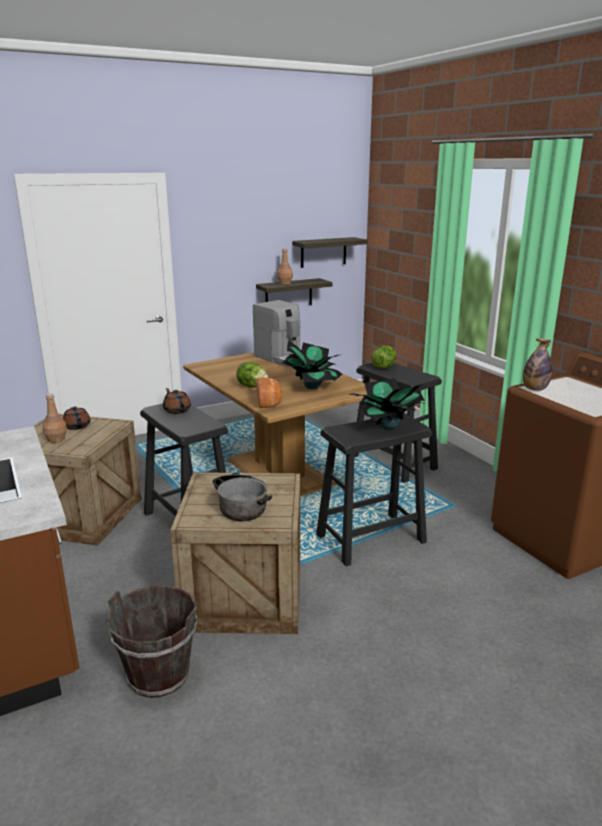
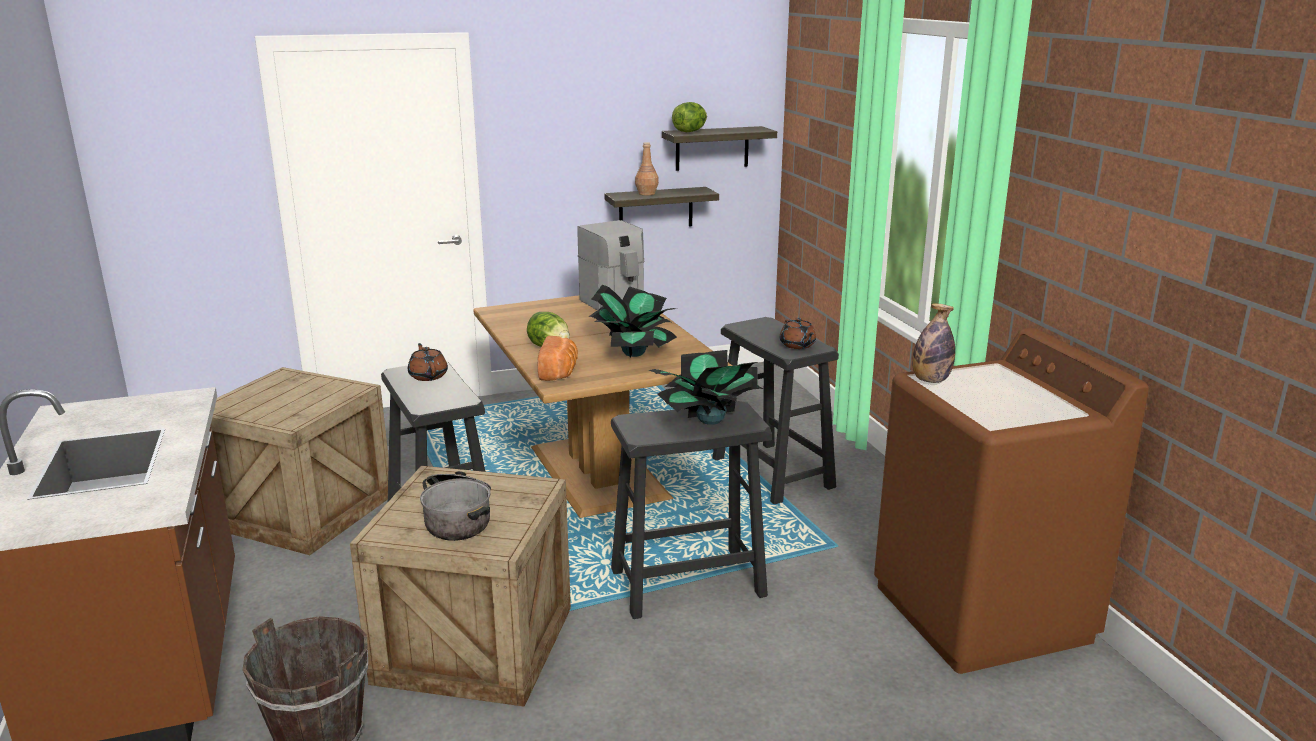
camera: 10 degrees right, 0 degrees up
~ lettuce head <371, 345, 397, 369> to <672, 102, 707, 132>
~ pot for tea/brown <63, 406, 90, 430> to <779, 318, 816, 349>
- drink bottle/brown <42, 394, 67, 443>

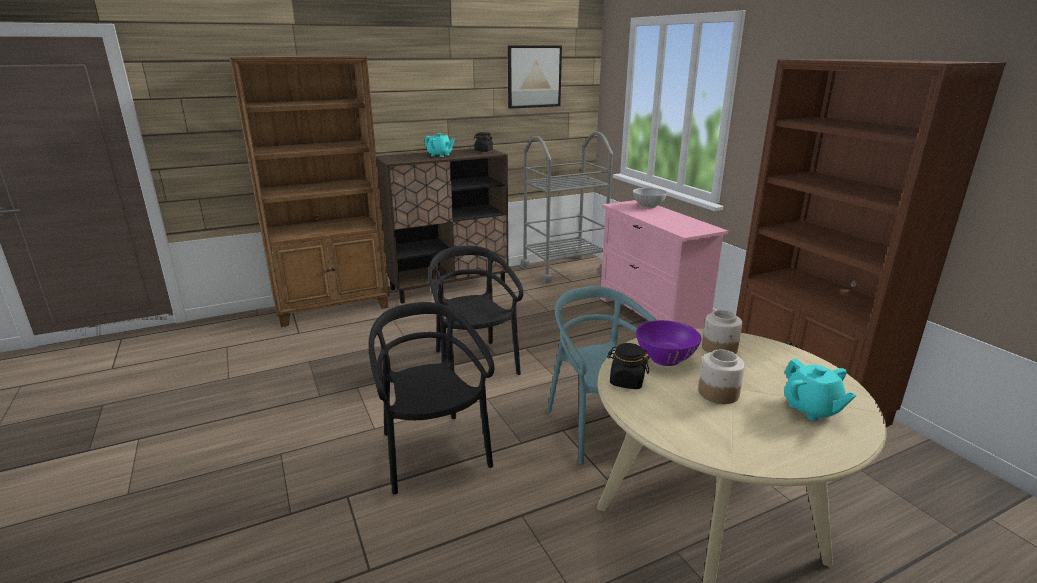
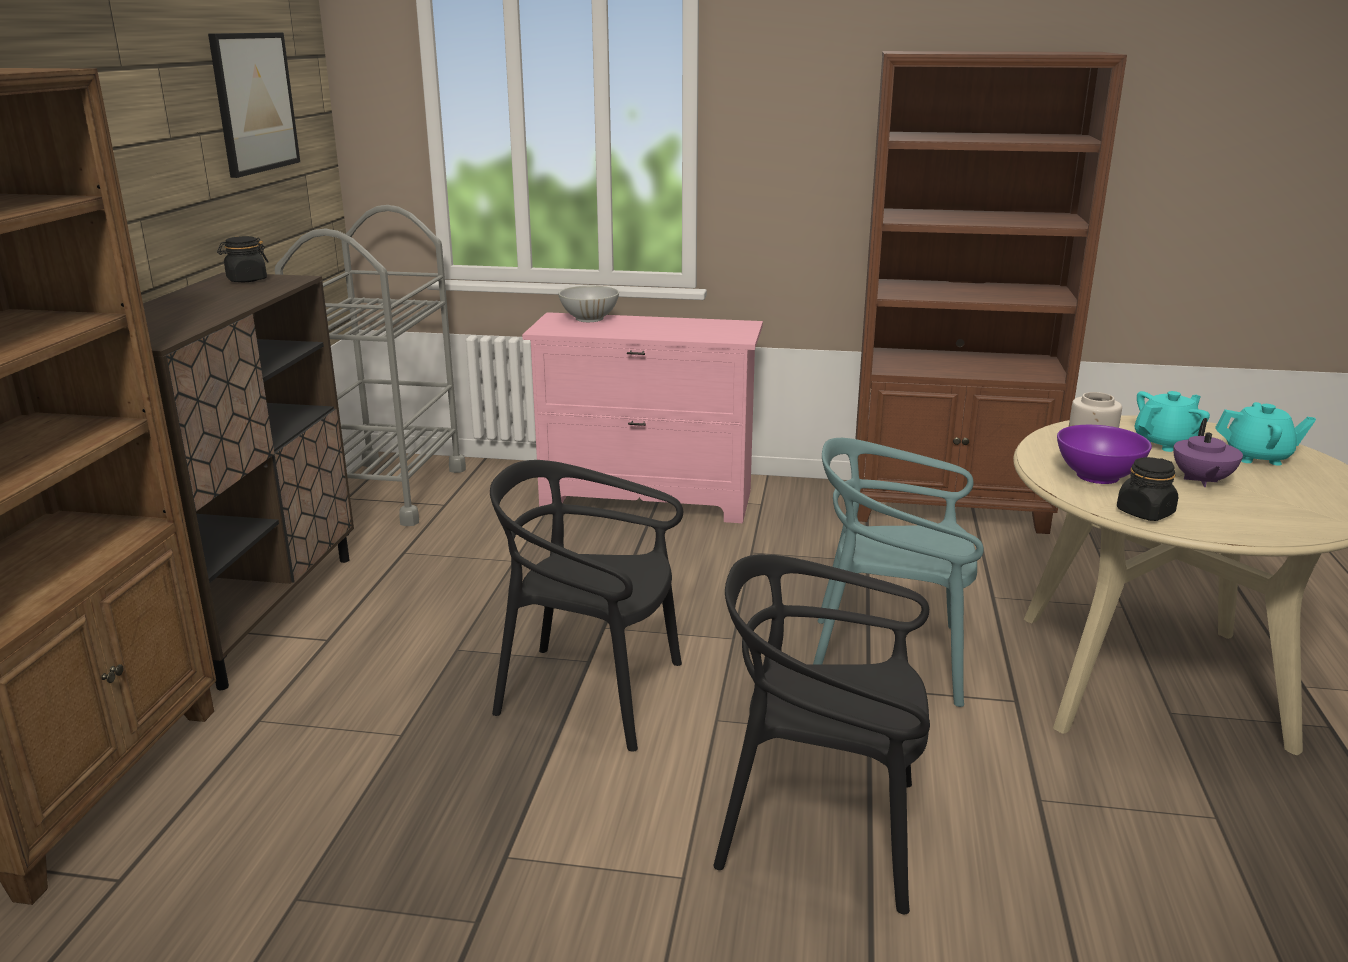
camera: 55 degrees left, 0 degrees up
~ pot for tea/turquoise <424, 133, 455, 157> to <1135, 391, 1210, 452>
~ storage jar <698, 350, 745, 404> to pot for tea/purple <1174, 418, 1243, 487>

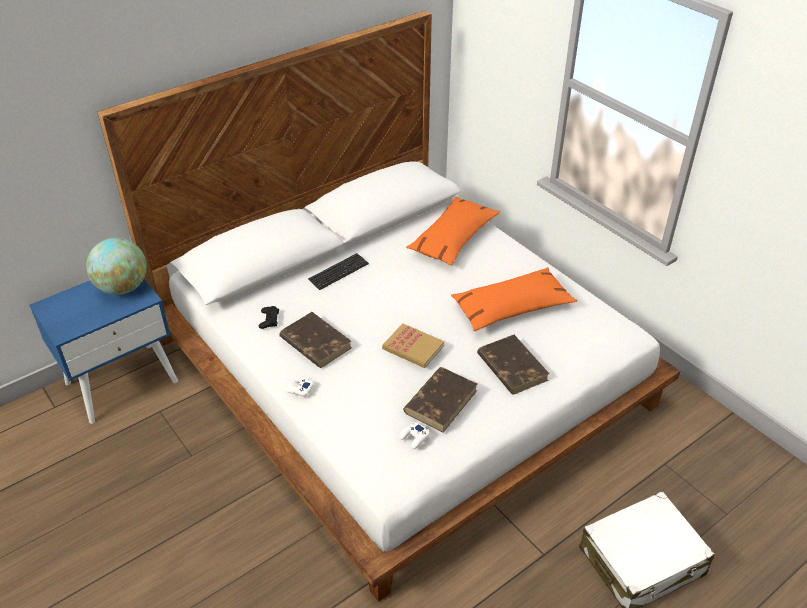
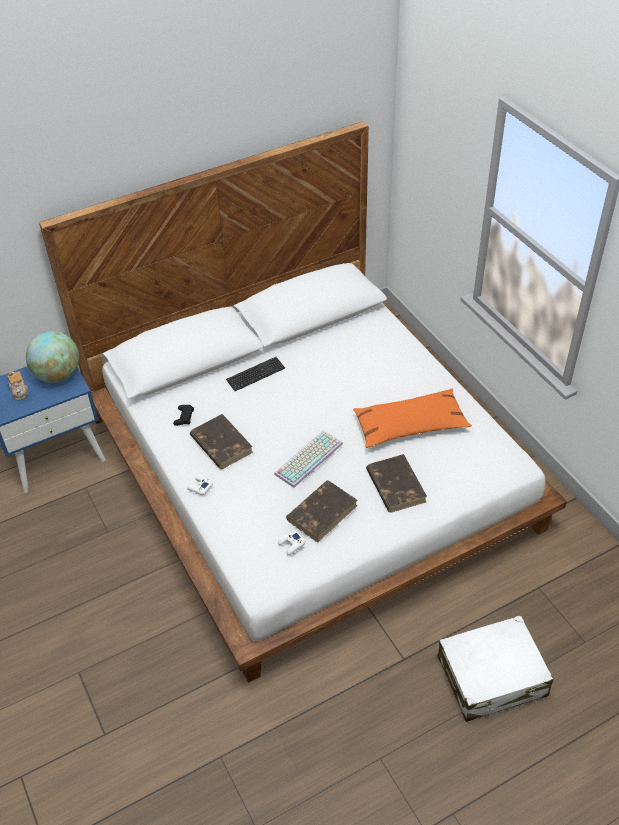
camera: 10 degrees right, 5 degrees up
+ pot for tea <7, 371, 28, 400>
~ bound book <382, 323, 444, 368> to computer keyboard <274, 430, 343, 488>
- cushion/orangey <406, 197, 500, 266>

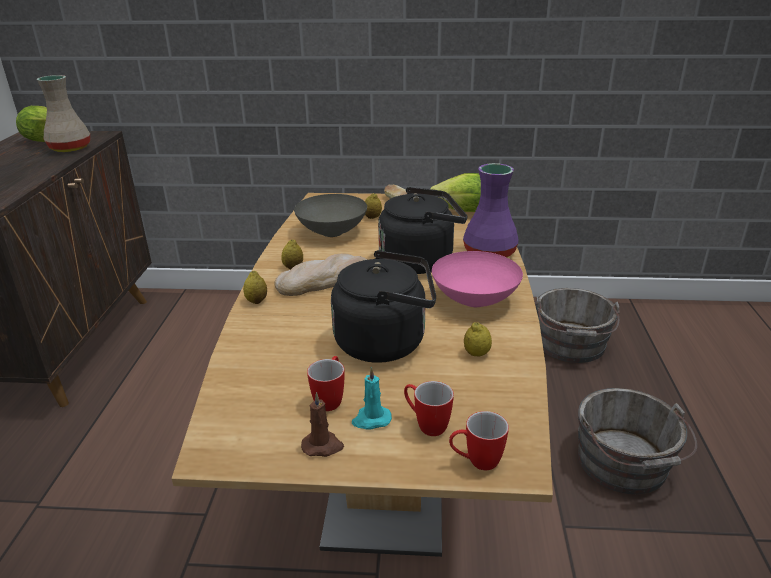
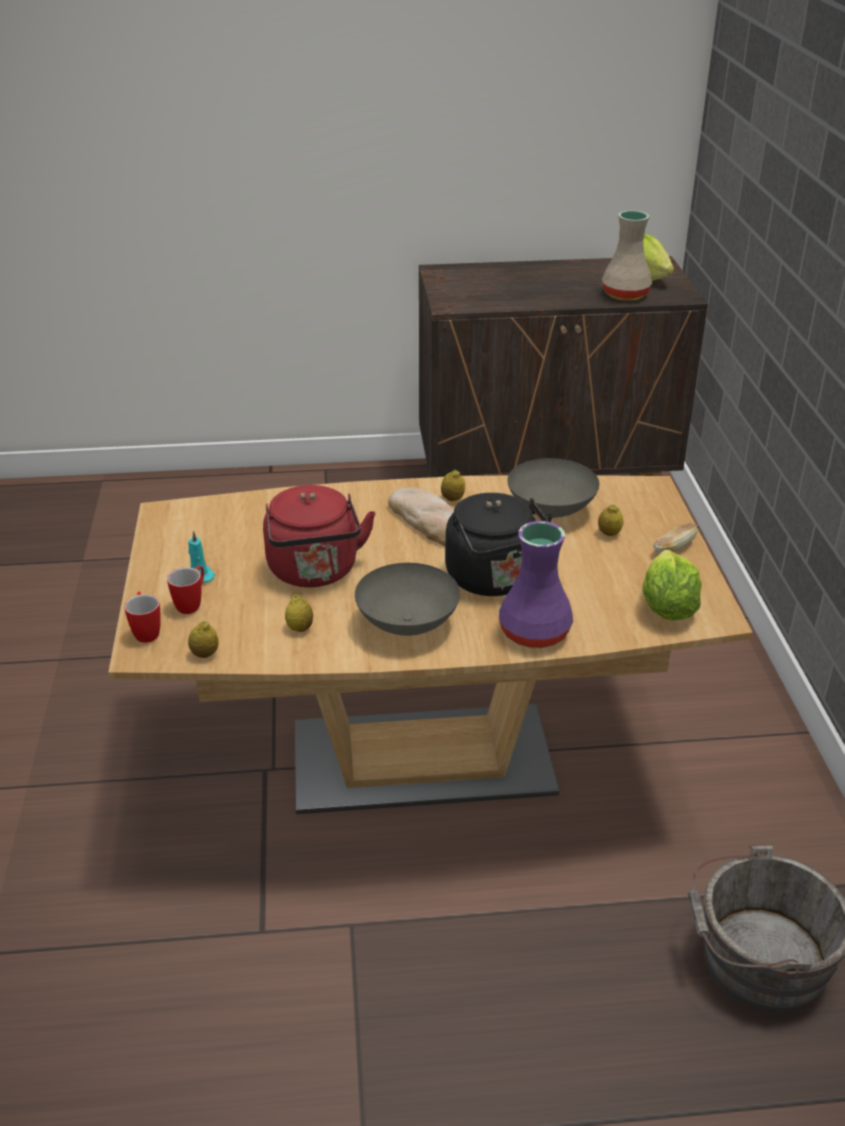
camera: 80 degrees right, 5 degrees up
~ whole lemon <243, 271, 267, 304> to <188, 621, 219, 658>
~ water kettle/black <331, 250, 436, 363> to water kettle/reddish <263, 485, 376, 587>
~ bowl/pink-coloured <432, 251, 523, 307> to bowl/grey <355, 563, 460, 636>
- wax light/brown <301, 392, 344, 457>
- mug <307, 356, 345, 411>
- pail/grey <578, 388, 697, 494>

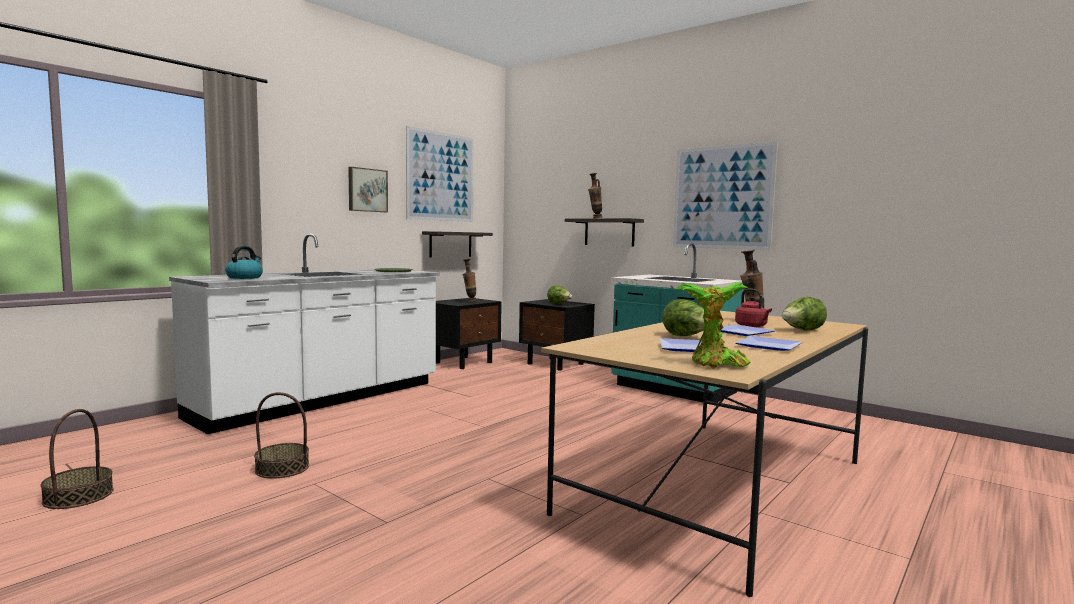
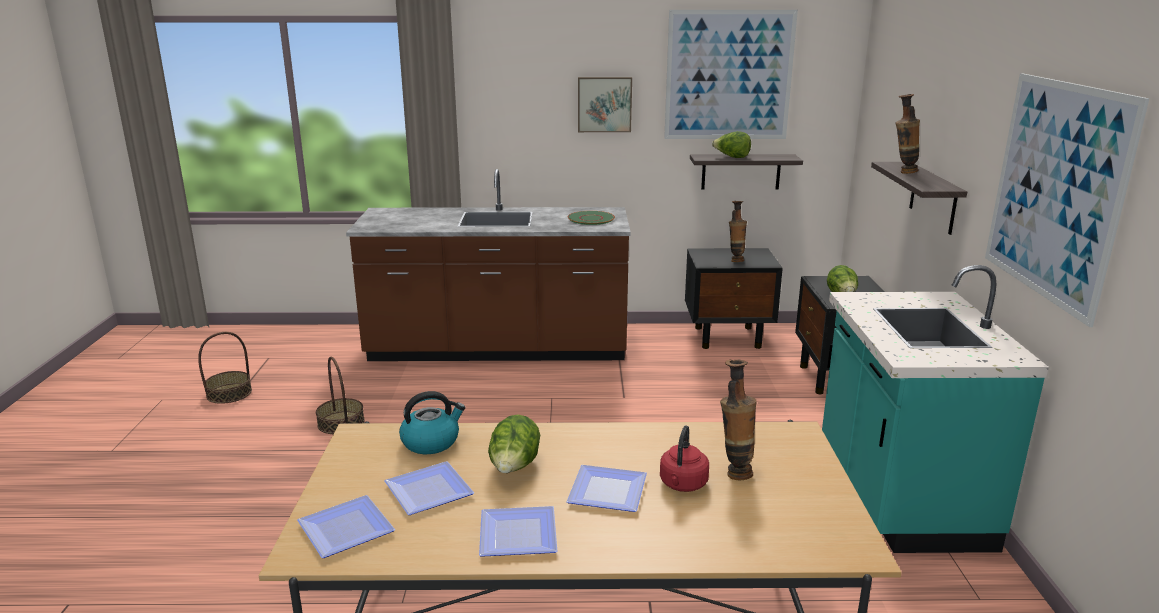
camera: 50 degrees right, 15 degrees up
~ plant in a pot <675, 283, 750, 369> to plate <297, 495, 395, 558>
~ kitchen counter/whitish <169, 233, 440, 434> to kitchen counter/brown <346, 169, 631, 361>
~ water kettle <225, 246, 263, 279> to <399, 391, 465, 454>
~ lettuce head <782, 297, 827, 331> to <712, 131, 751, 158>

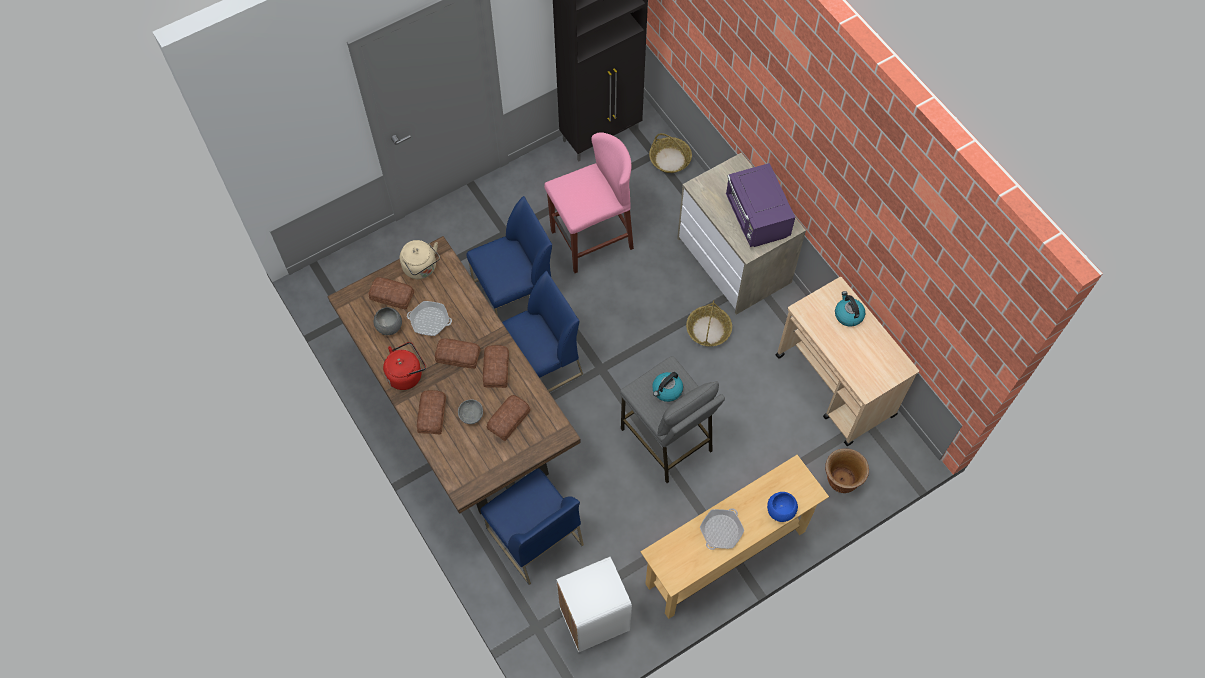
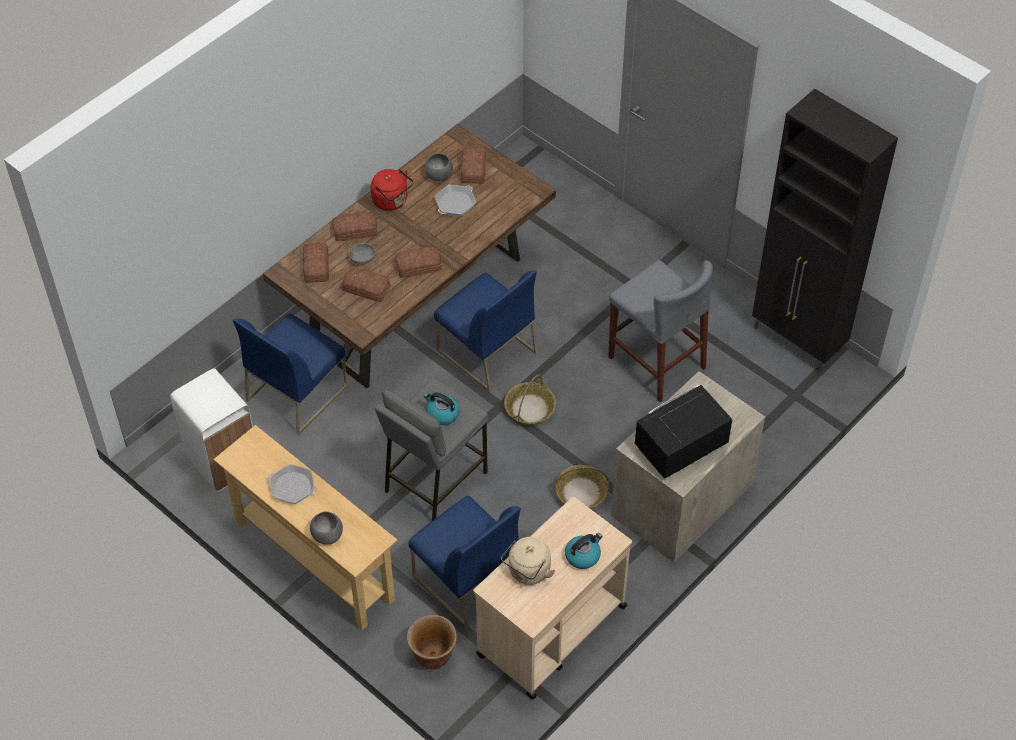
camera: 75 degrees right, 10 degrees down
~ baked bread <435, 338, 481, 369> to <303, 243, 329, 283>
~ bowl/bluish <767, 492, 798, 522> to bowl/grey <310, 511, 343, 545>
~ chair/bluish <467, 196, 552, 316> to <409, 496, 521, 628>
~ frying pan <407, 301, 452, 336> = <435, 185, 476, 216> 135 degrees counterclockwise
~ water kettle/beige-coloured <400, 240, 440, 279> to <501, 537, 555, 585>
~ household basket <649, 133, 692, 173> to <504, 374, 556, 425>
~ sitting stool/pink-coloured <544, 132, 634, 273> to sitting stool/grey <608, 260, 713, 402>
~ microwave/purple <726, 163, 795, 247> to microwave/black <635, 384, 733, 478>

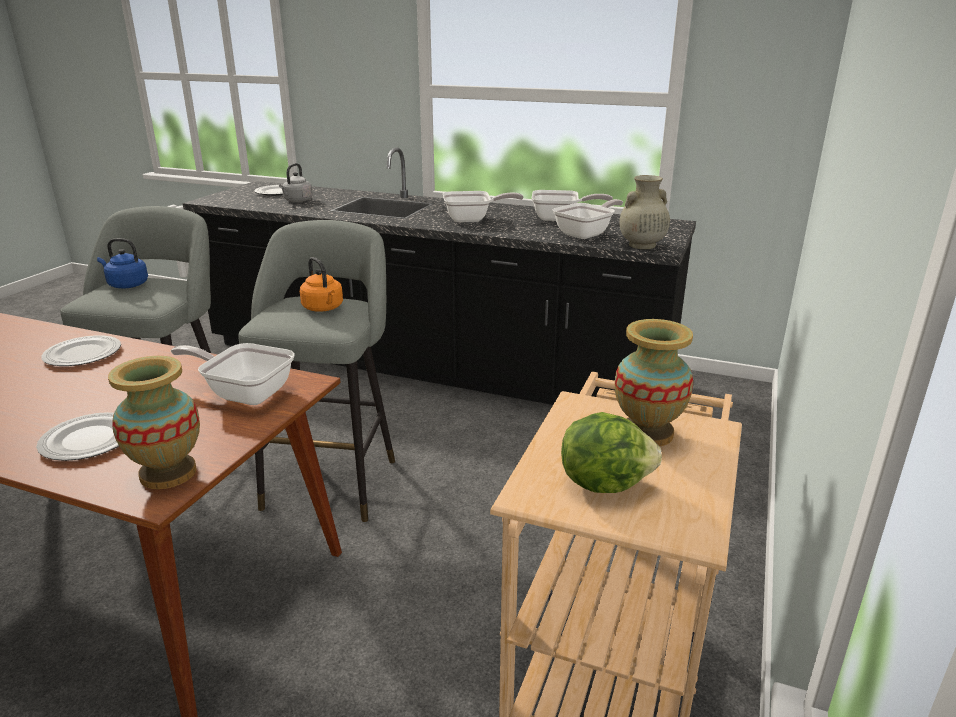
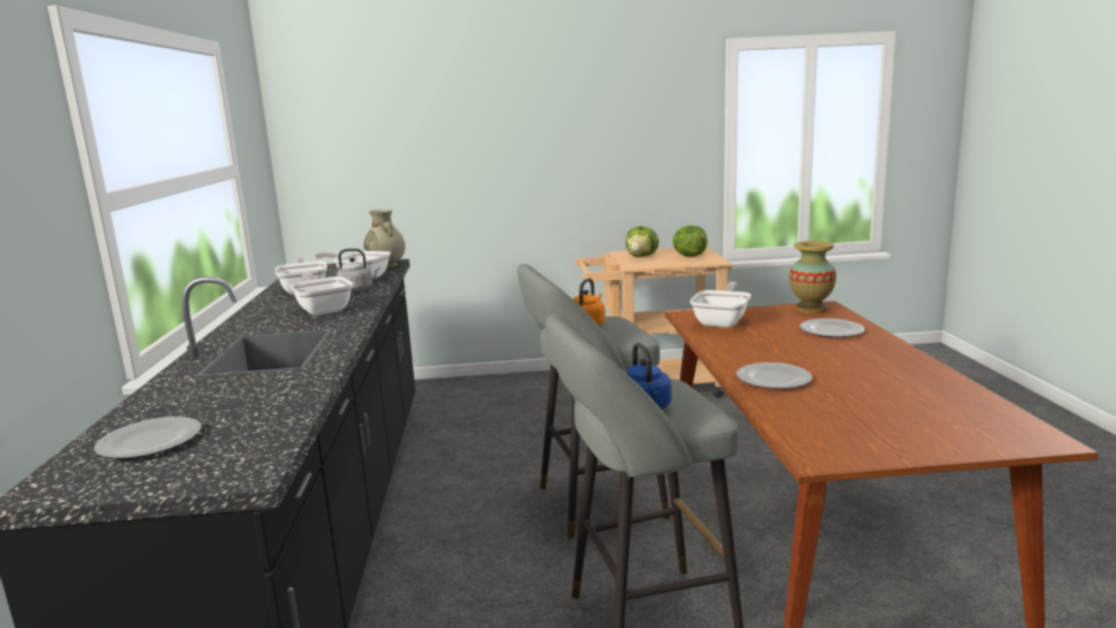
camera: 115 degrees left, 10 degrees down
~ water kettle/grey <279, 163, 313, 202> to <336, 248, 380, 292>
~ vase <615, 319, 693, 447> to lettuce head <626, 226, 659, 257>
~ frying pan <171, 343, 294, 405> = <690, 282, 751, 328> 150 degrees counterclockwise

